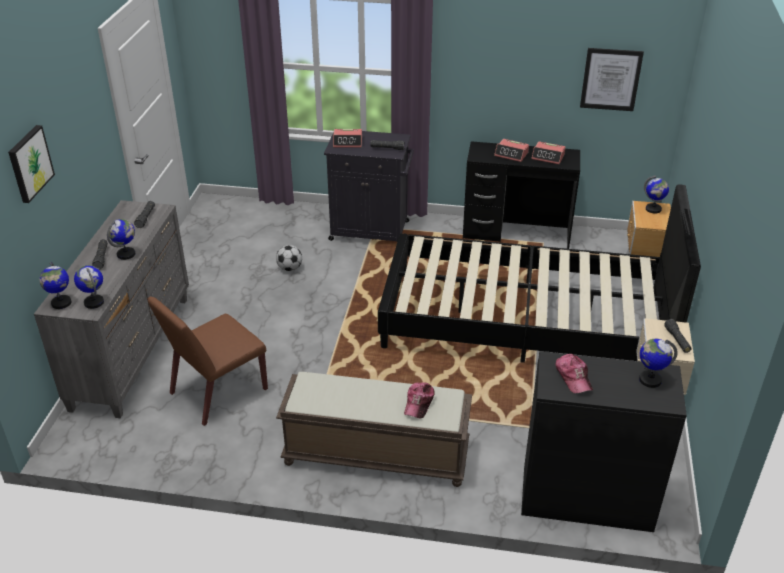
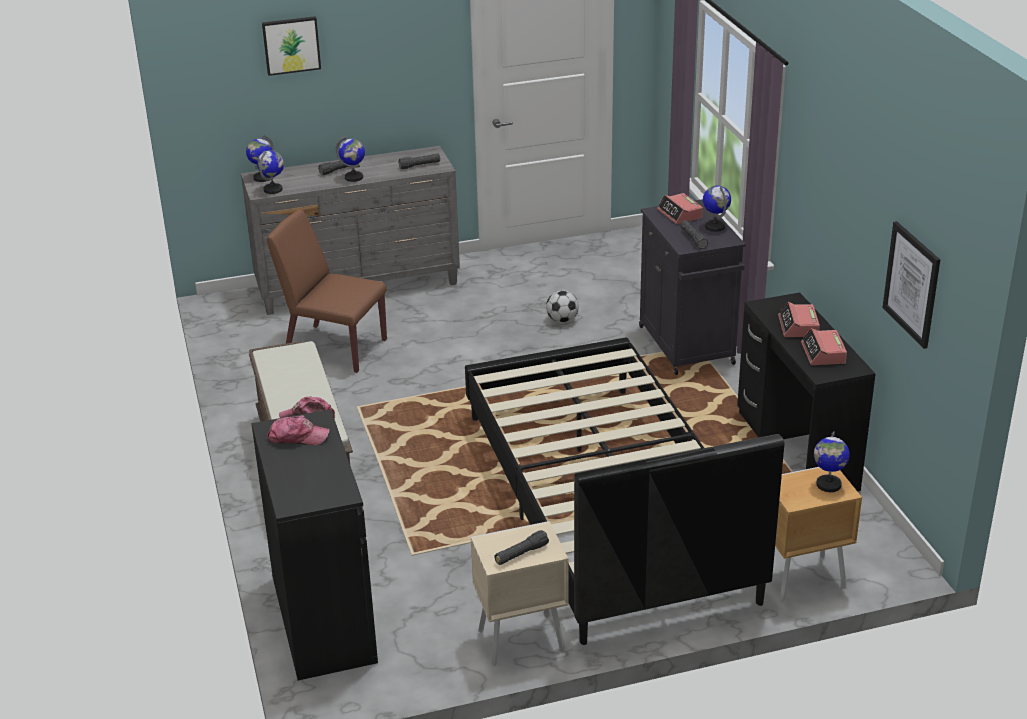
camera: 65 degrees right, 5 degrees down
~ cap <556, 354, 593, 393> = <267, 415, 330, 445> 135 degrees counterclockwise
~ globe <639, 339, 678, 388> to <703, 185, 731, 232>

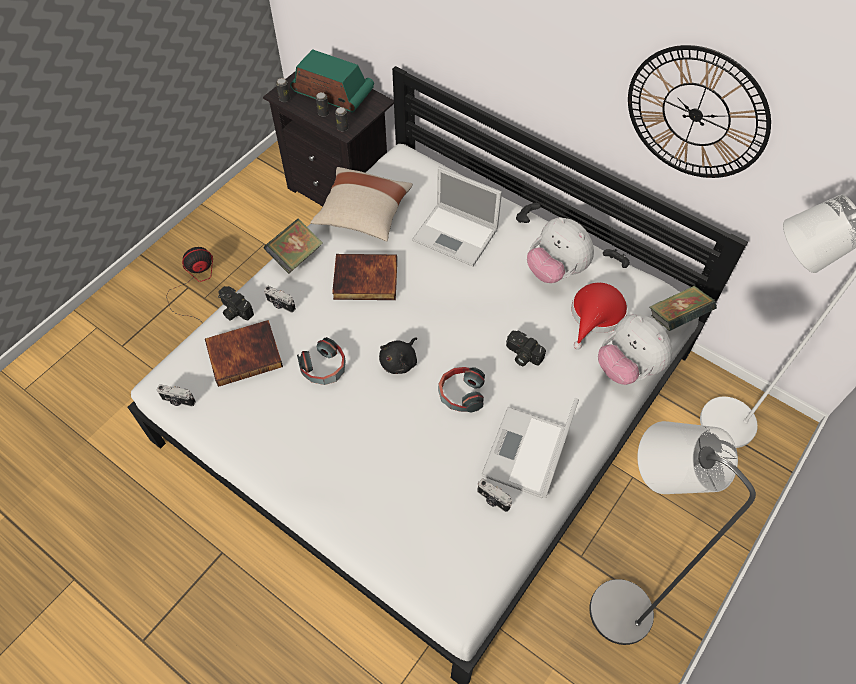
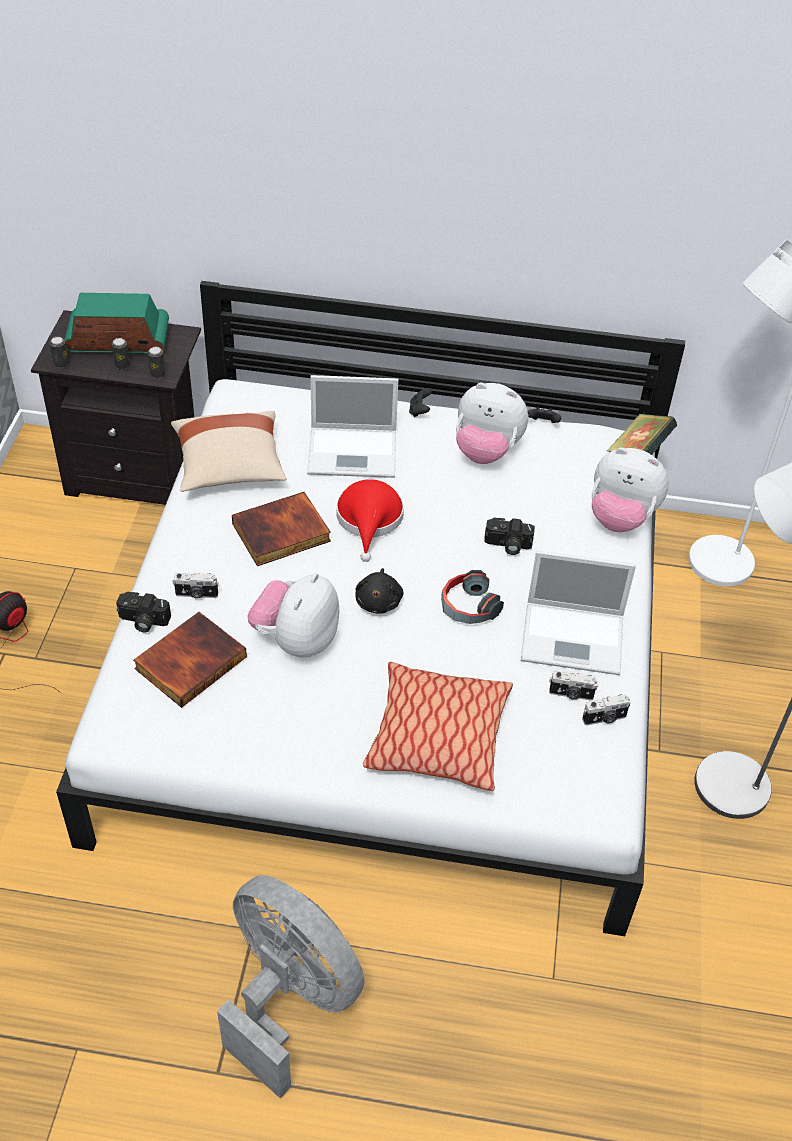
camera: 30 degrees left, 10 degrees down
+ electric fan/grey <217, 875, 365, 1099>
~ pair of headphones <297, 337, 346, 385> to cuddly toy <248, 573, 339, 657>
~ clothing hat/reddish <571, 283, 628, 350> to <336, 479, 404, 562>
+ cushion <363, 662, 513, 791>
~ notebook computer <481, 398, 579, 498> = <521, 550, 636, 675> 75 degrees counterclockwise
~ photo camera <157, 384, 196, 407> to <582, 694, 631, 725>
- bound book <263, 219, 323, 274>
- wall clock <628, 45, 771, 178>

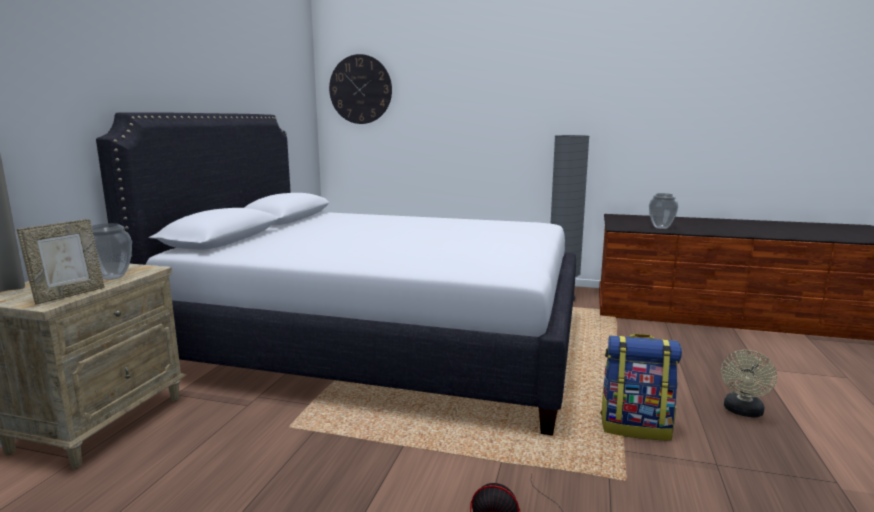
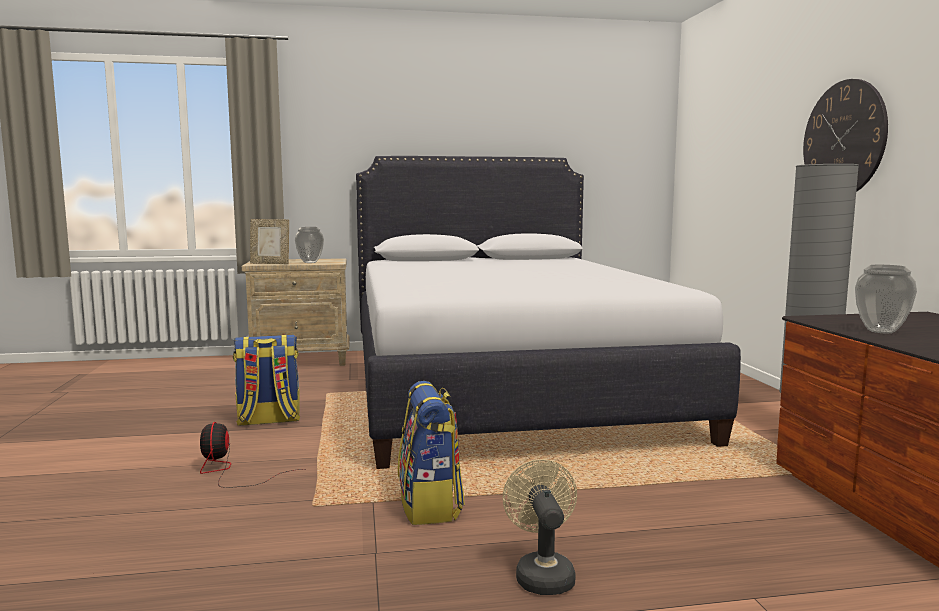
camera: 65 degrees right, 5 degrees down
+ backpack <233, 335, 300, 426>
~ electric fan/beige-coloured <721, 350, 777, 418> = <503, 459, 577, 595> 75 degrees clockwise
~ wall clock <329, 54, 392, 124> to <803, 79, 888, 192>

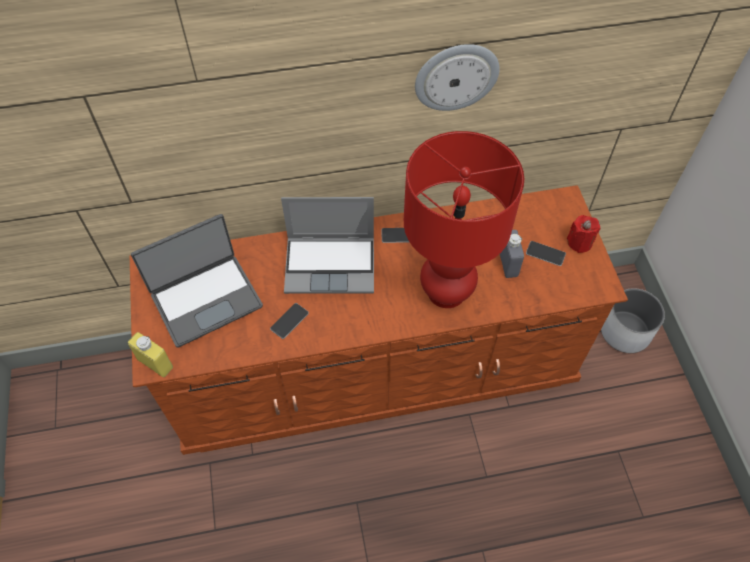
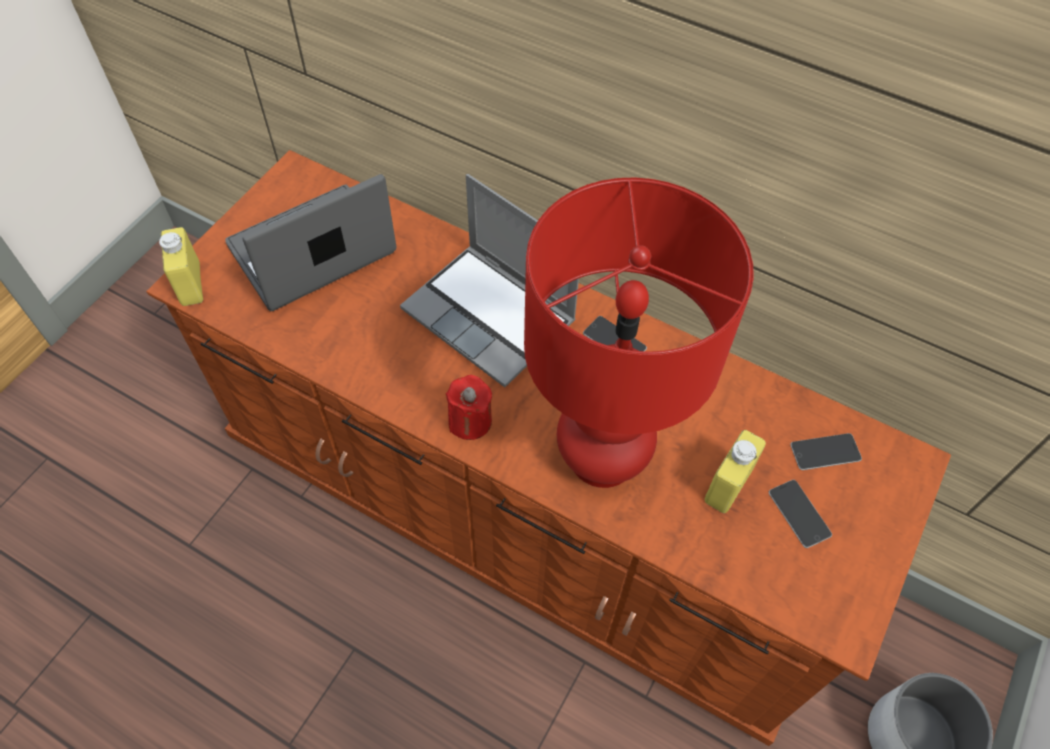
camera: 40 degrees right, 0 degrees up
~ notebook computer <131, 214, 263, 348> = <225, 174, 396, 311> 135 degrees clockwise
~ wax light/reddish <567, 215, 601, 253> to <446, 375, 492, 440>
~ drink bottle/grey <500, 230, 524, 278> to drink bottle/yellow-coloured <705, 430, 766, 513>
~ telephone <270, 303, 309, 339> to <790, 433, 862, 470>
- wall clock <415, 44, 500, 111>

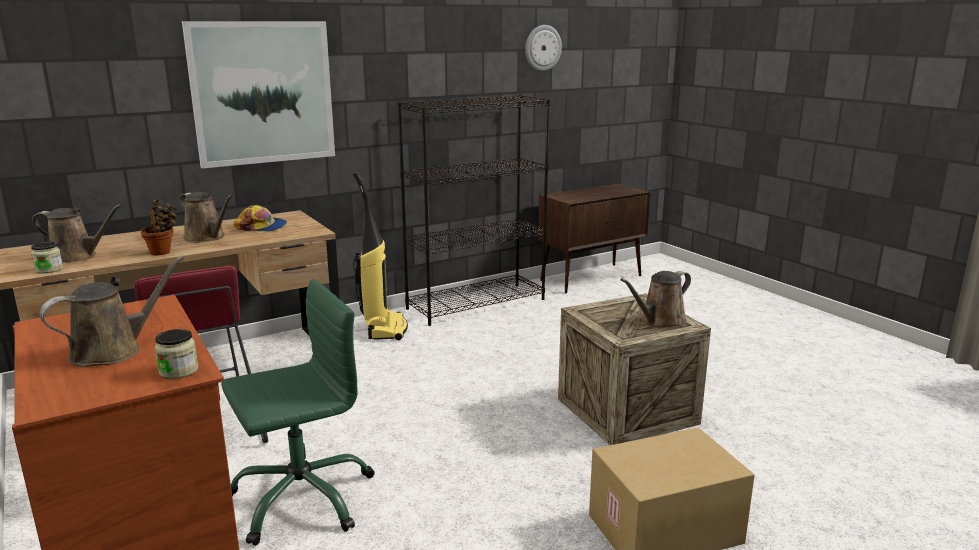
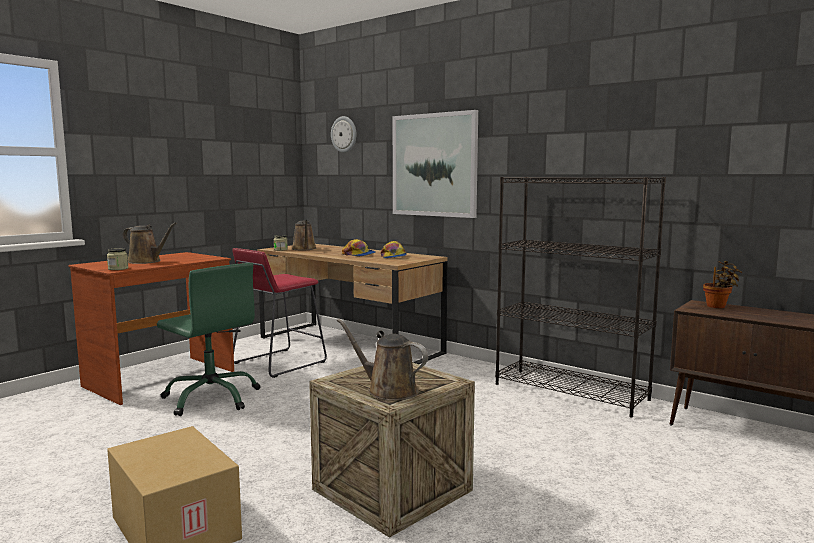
camera: 70 degrees right, 10 degrees down
~ wall clock <525, 25, 562, 71> to <331, 116, 357, 153>
~ sprinkling can/brown <180, 192, 234, 242> to cap <342, 239, 376, 256>
~ plant in a pot <141, 200, 177, 255> to <703, 261, 742, 308>
- hoover <353, 171, 408, 340>

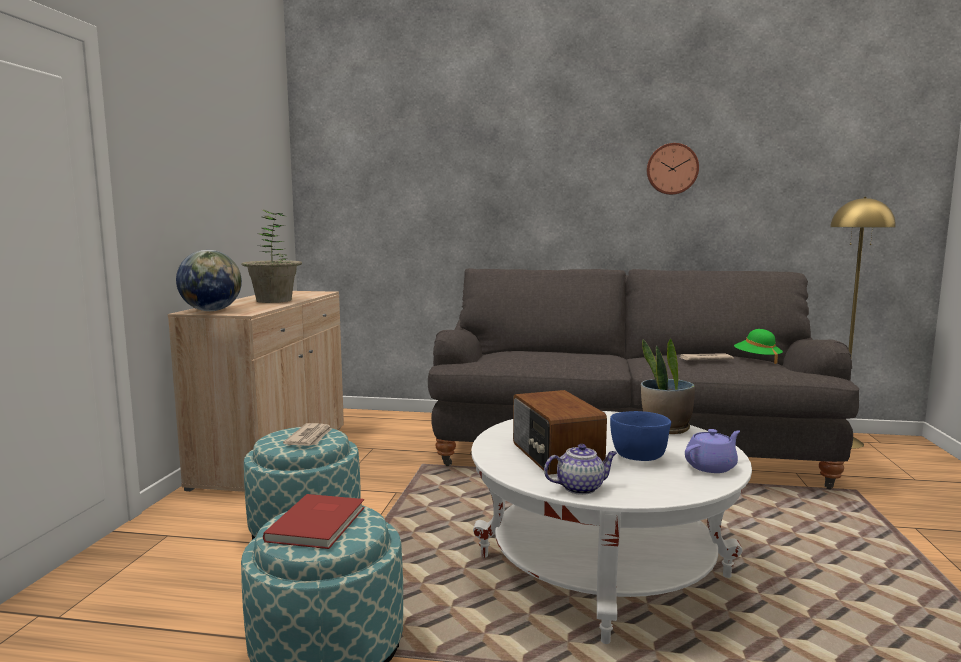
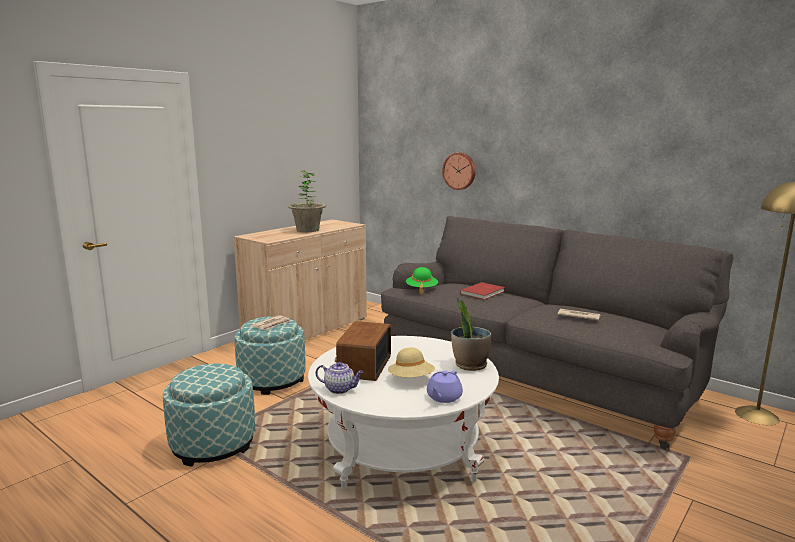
camera: 30 degrees right, 5 degrees up
~ bowl/bluish <610, 411, 671, 461> to clothing hat/beige-coloured <388, 347, 435, 377>
~ clothing hat/green <734, 329, 783, 364> to <406, 267, 438, 294>
~ pot for tea/purple <685, 429, 740, 473> = <427, 371, 463, 403> 120 degrees clockwise
~ wall clock <647, 143, 699, 195> to <442, 153, 476, 190>
~ bound book/reddish <263, 494, 365, 549> to <460, 282, 505, 300>
- globe <176, 250, 242, 311>

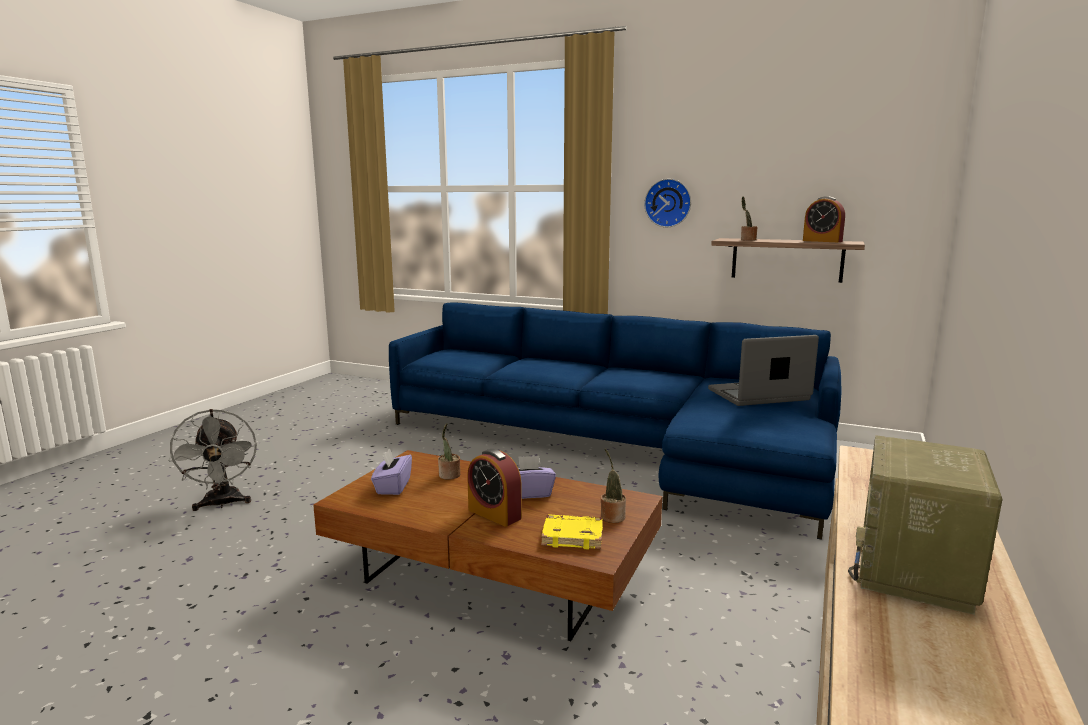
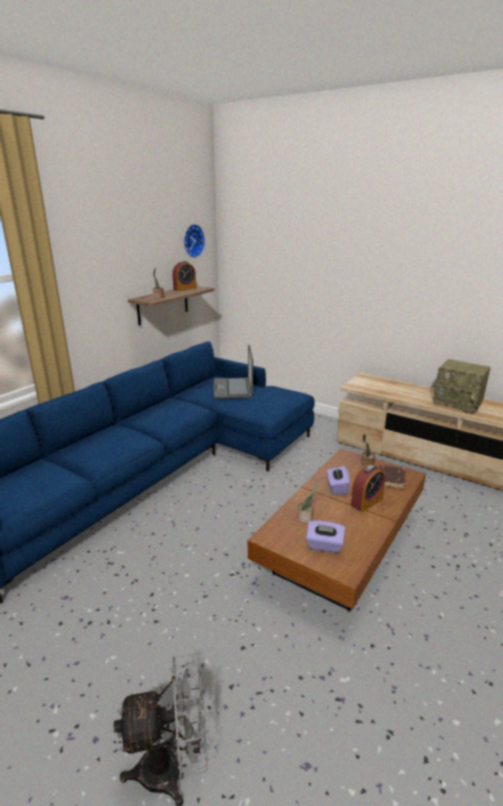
camera: 80 degrees left, 10 degrees up
~ wall clock <644, 179, 691, 227> to <184, 224, 205, 258>
~ bound book/yellow-coloured <541, 514, 603, 549> to bound book/brown <379, 465, 406, 489>

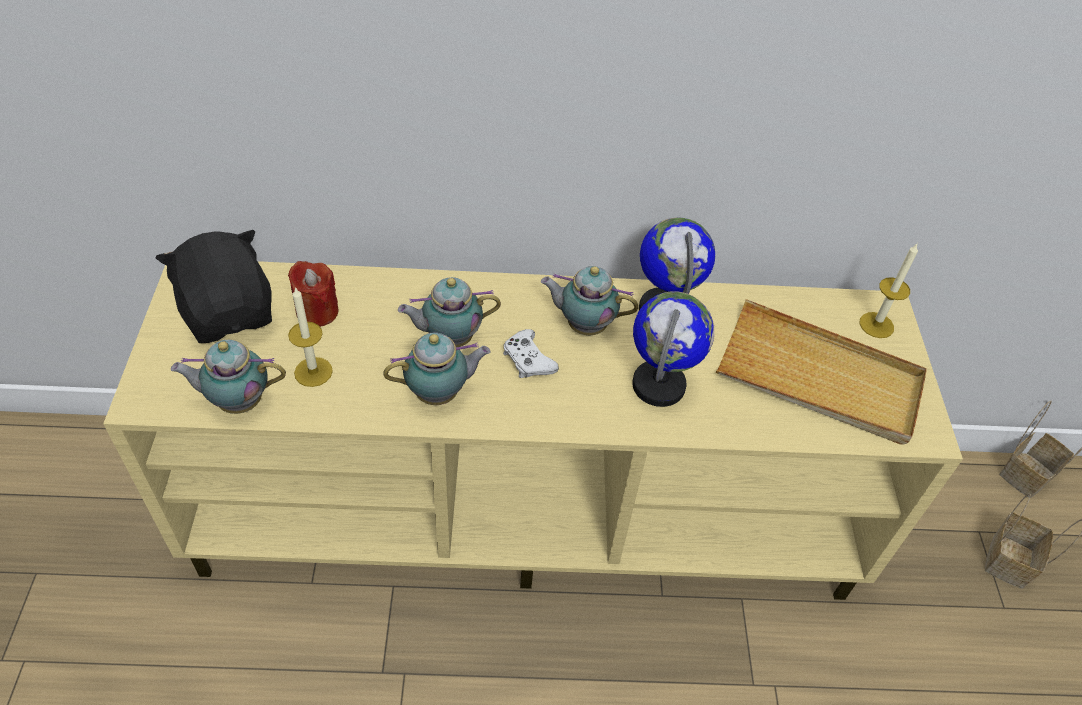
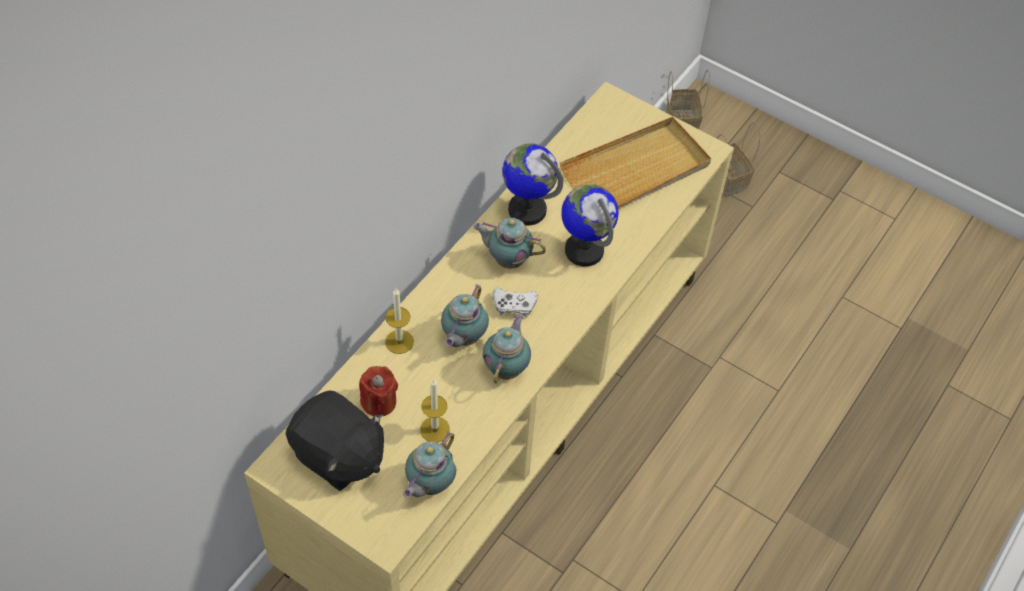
camera: 55 degrees left, 5 degrees up
~ cuddly toy/black <156, 230, 272, 343> = <286, 390, 384, 491> 150 degrees counterclockwise
~ wax light <860, 244, 918, 338> to <385, 288, 414, 354>
~ pot for tea <541, 266, 638, 335> = <473, 218, 546, 269> 60 degrees clockwise

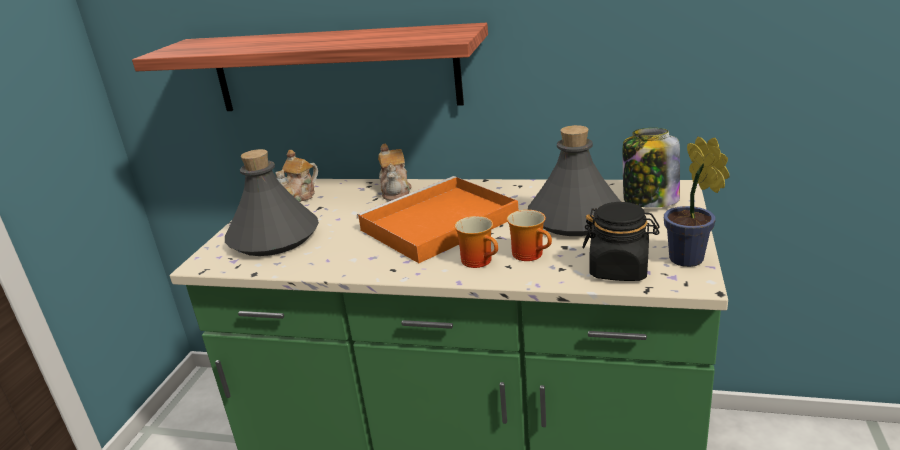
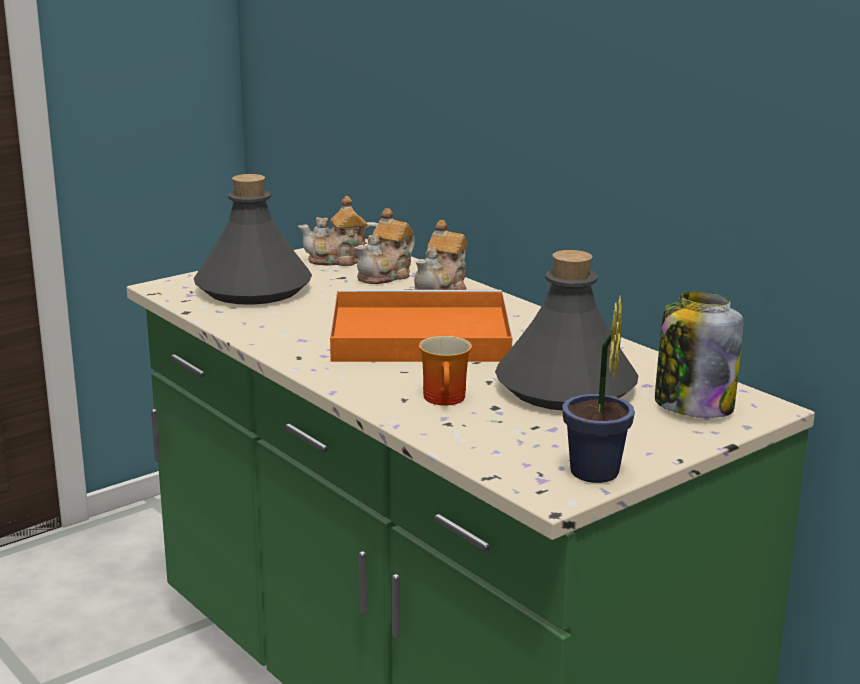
camera: 35 degrees right, 5 degrees down
+ pot for tea <355, 208, 415, 284>
- wall shelf <132, 23, 488, 111>
- mug <454, 216, 498, 268>
- storage jar/black <582, 202, 660, 281>

